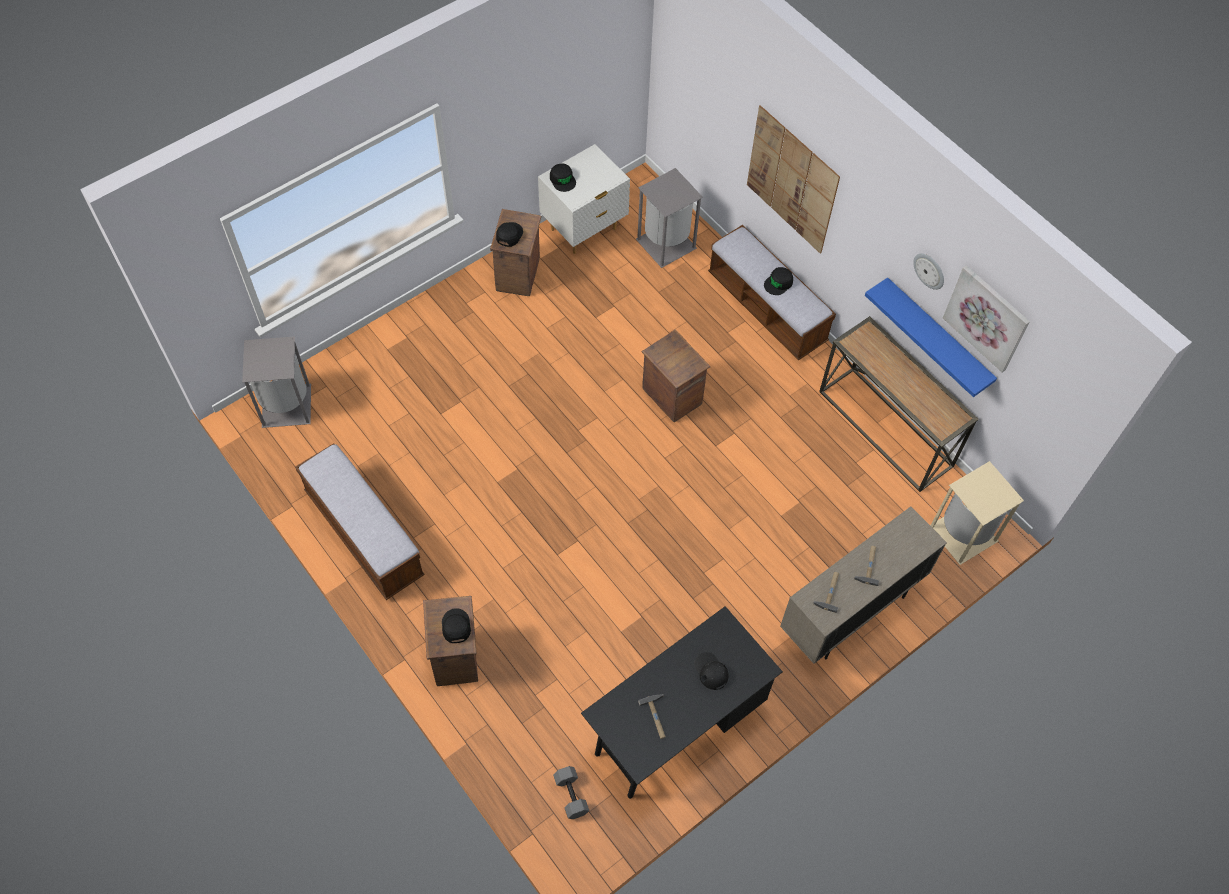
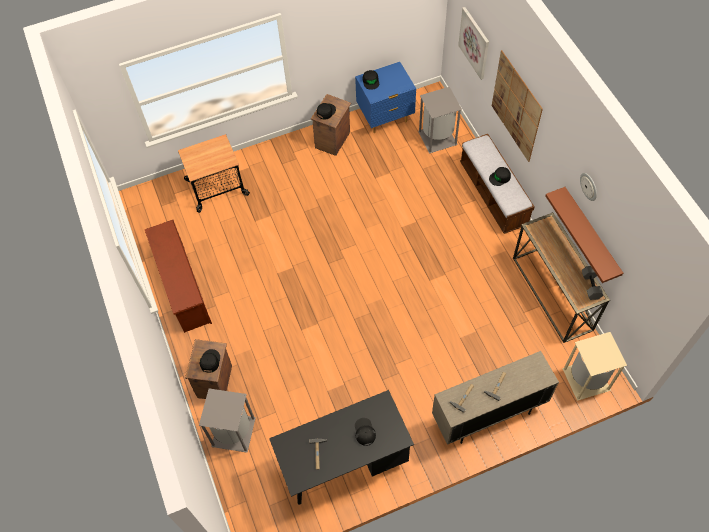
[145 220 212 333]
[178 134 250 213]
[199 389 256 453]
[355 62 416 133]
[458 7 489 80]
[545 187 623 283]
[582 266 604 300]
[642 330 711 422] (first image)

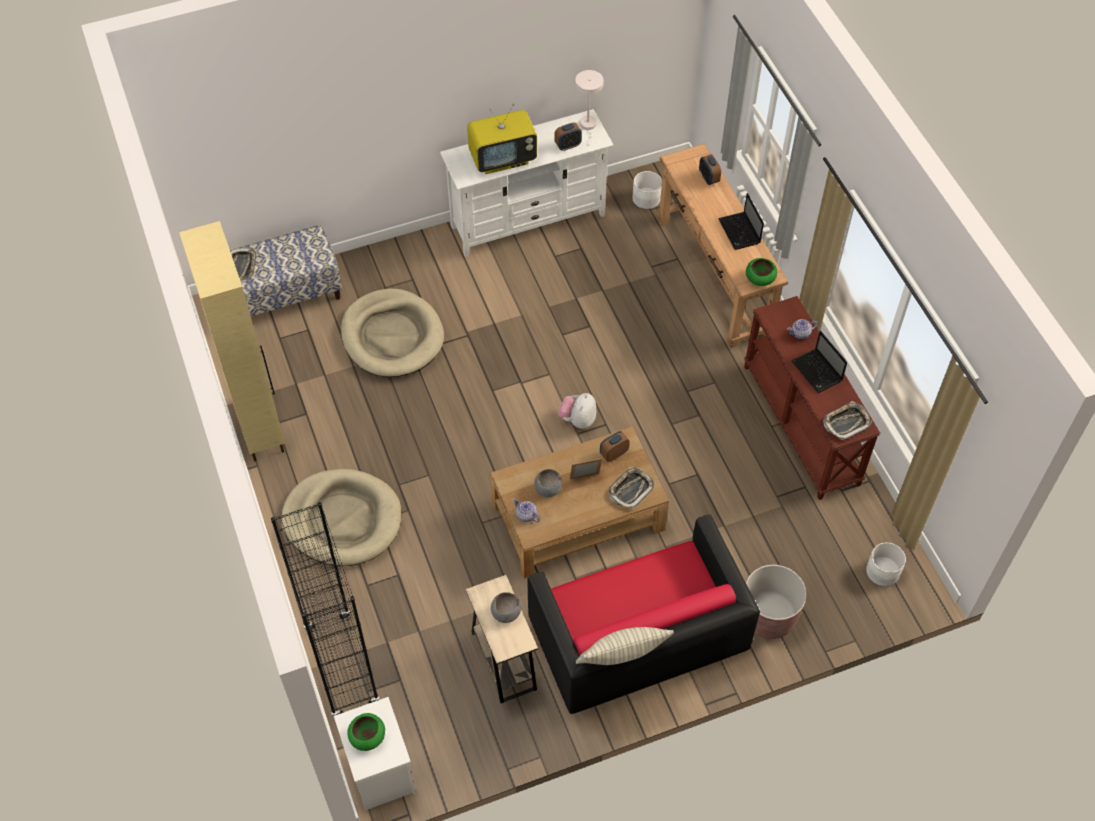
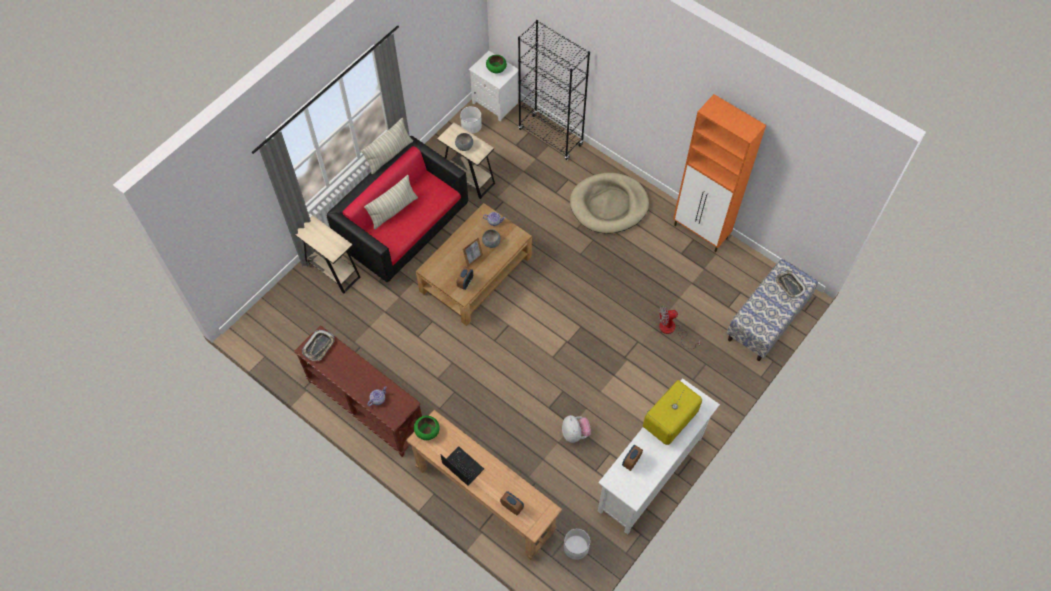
[295 215 361 294]
[364 175 418 230]
[460 106 482 134]
[562 415 591 443]
[659 306 701 349]
[673 94 766 252]
[575 70 604 145] (first image)
[609 467 654 509] (first image)
[792 331 847 393] (first image)

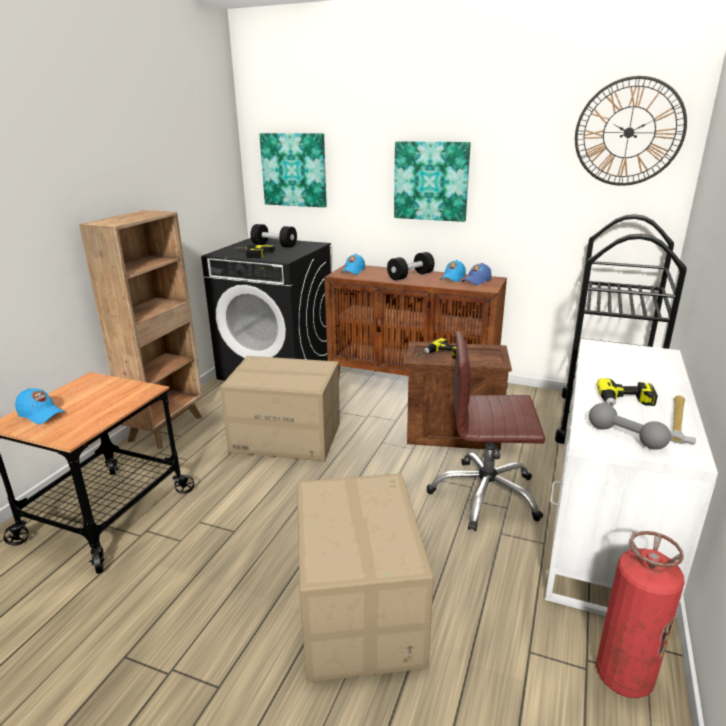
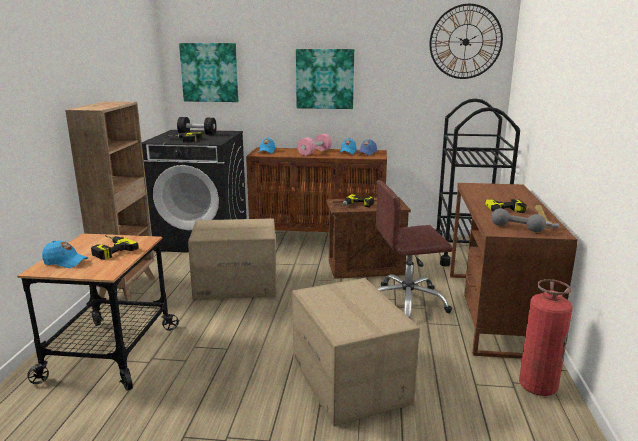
[91 235 139 260]
[297 134 332 156]
[450 183 578 359]

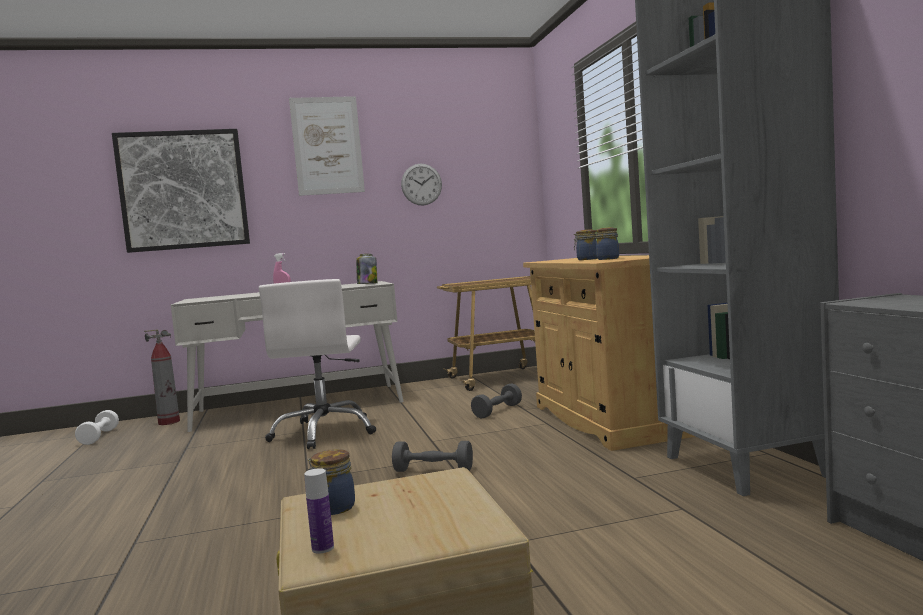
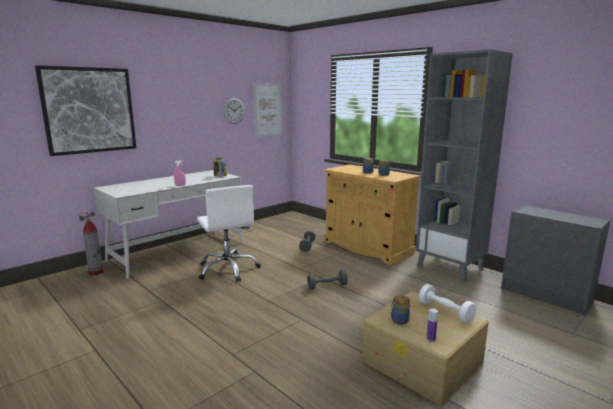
[253 83 282 137]
[419 284 476 323]
[437 276 535 391] (first image)

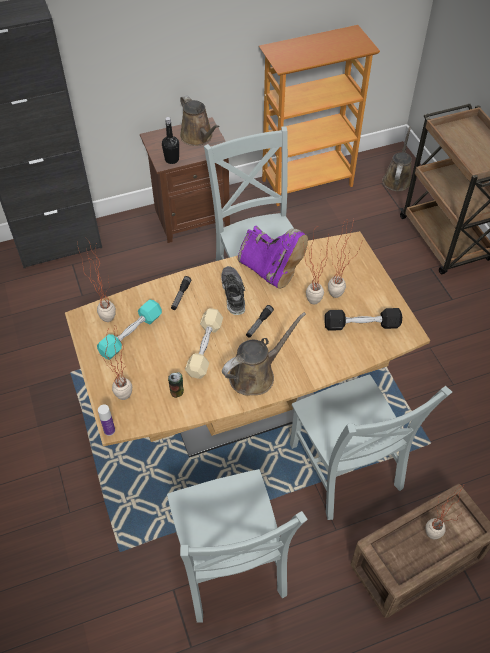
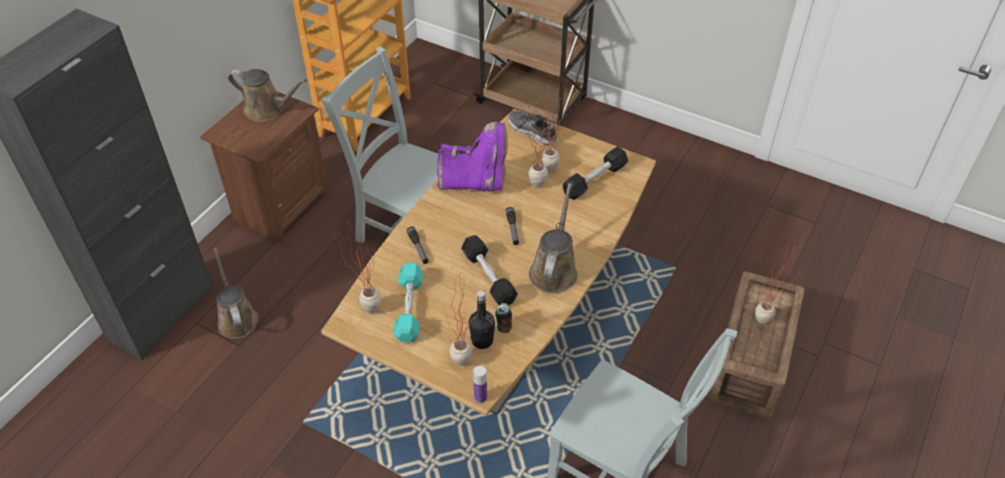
[214 248 259 339]
[461 235 518 305]
[469 290 495 349]
[508 111 558 146]
[290 374 452 520] (first image)

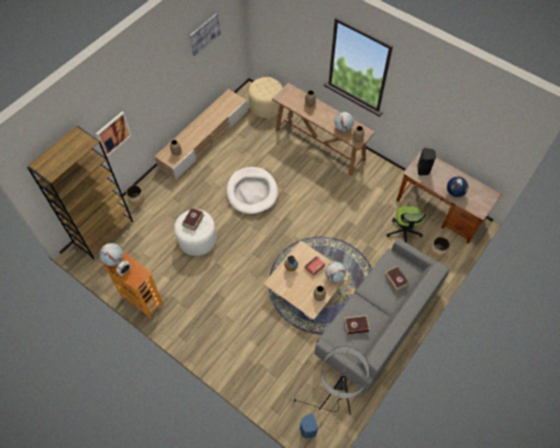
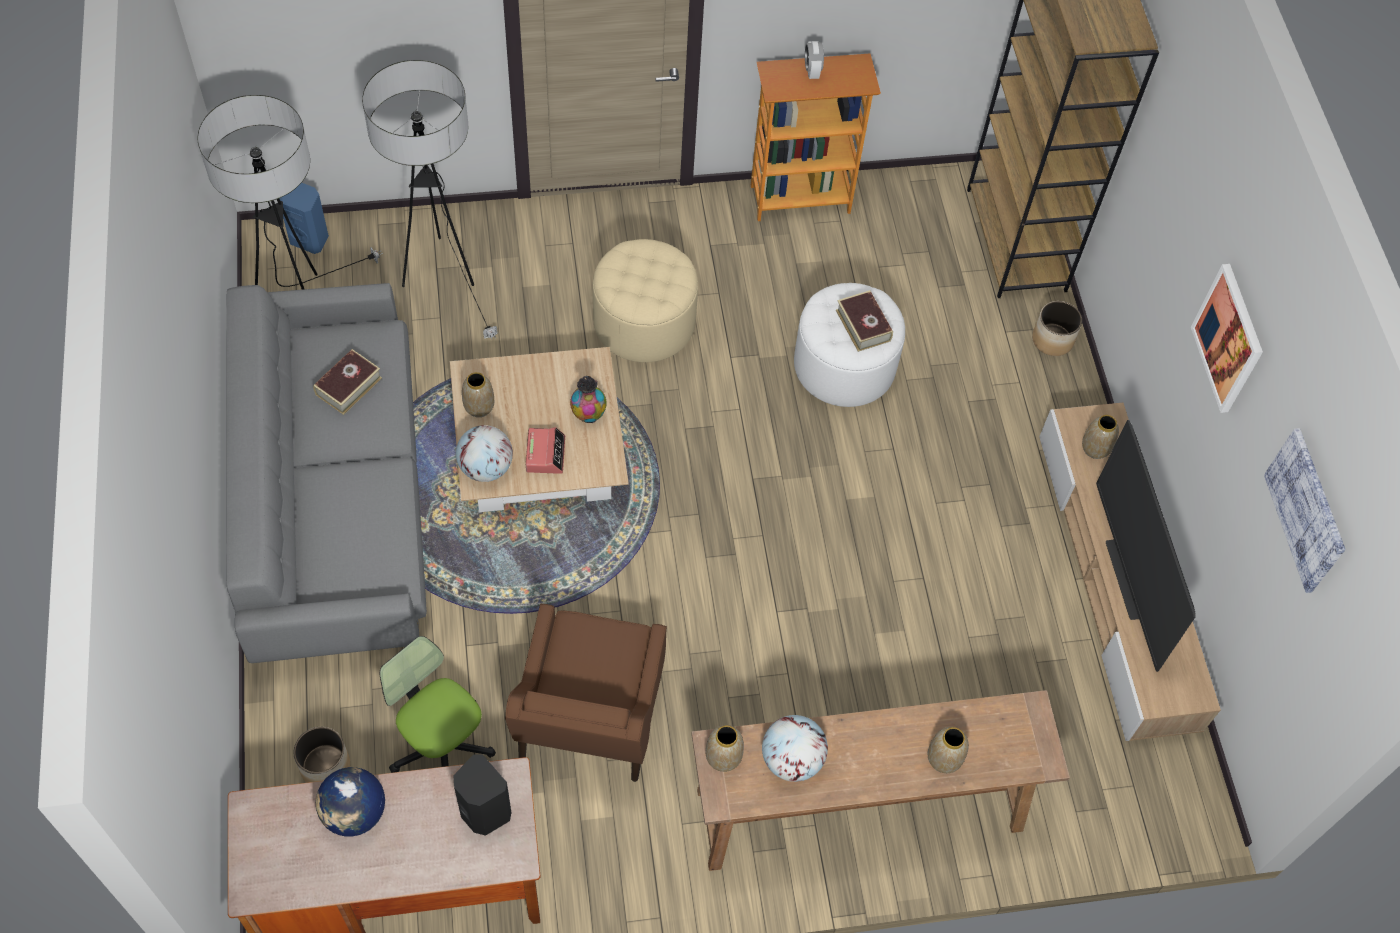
[362 60 498 339]
[505 604 667 782]
[593 239 698 362]
[1096 420 1196 672]
[1191 264 1263 413]
[99 243 123 266] (first image)
[226 167 278 214] (first image)
[384 266 409 292] (first image)

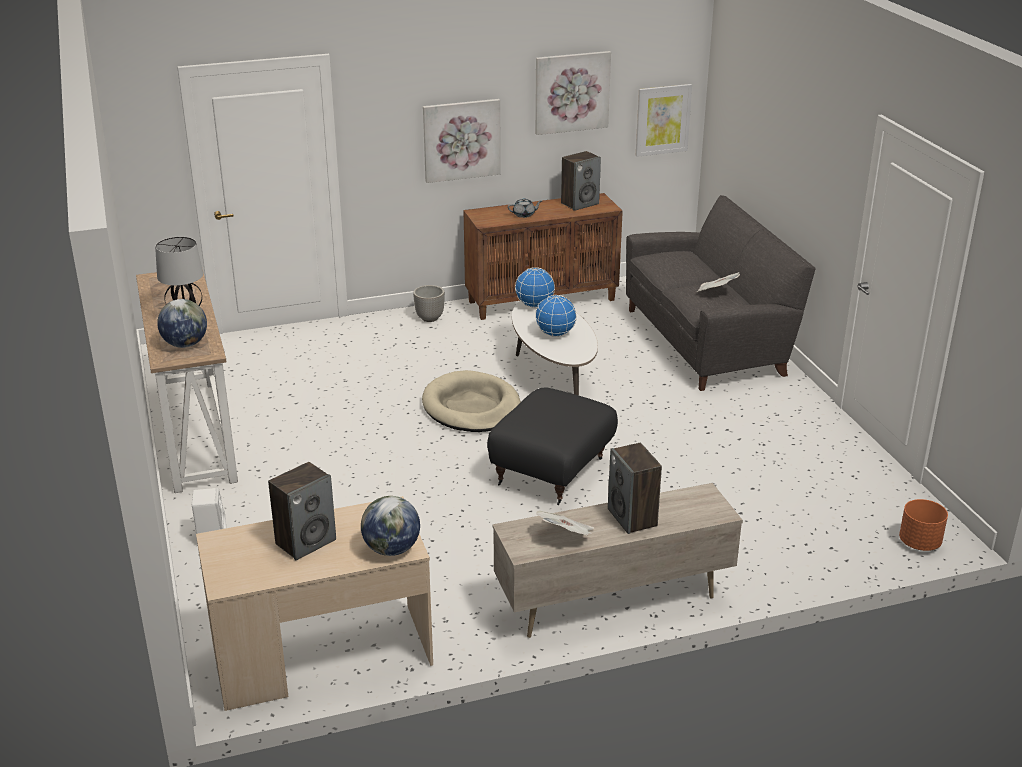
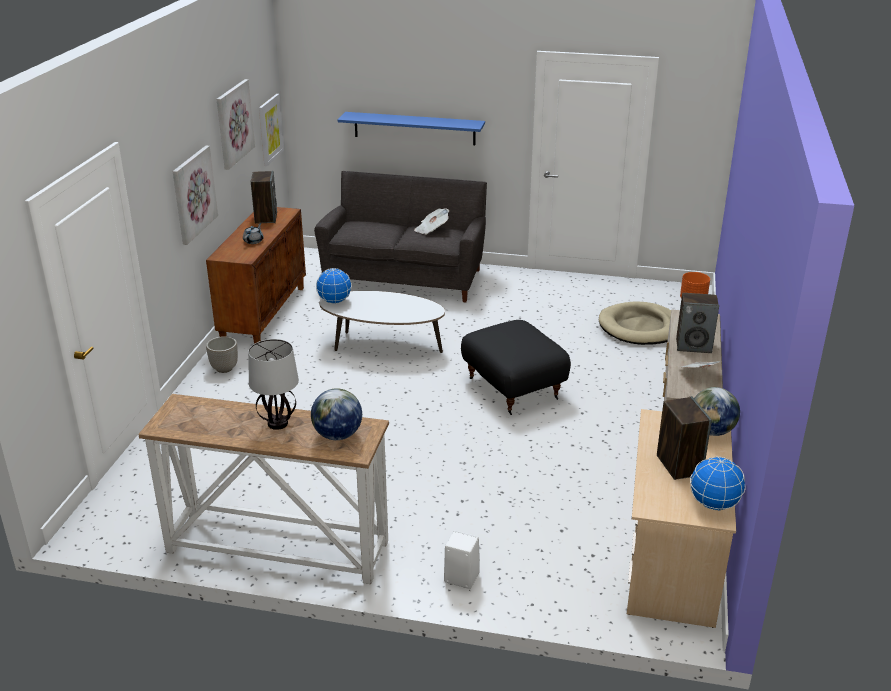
[338 112 485 145]
[599 301 671 345]
[690 456 746 511]

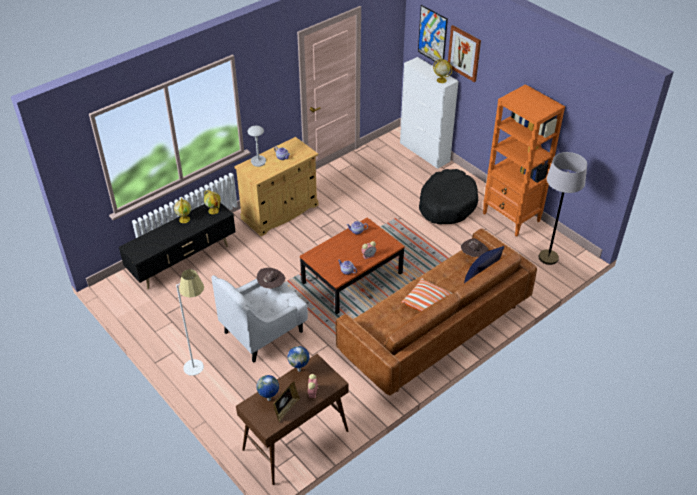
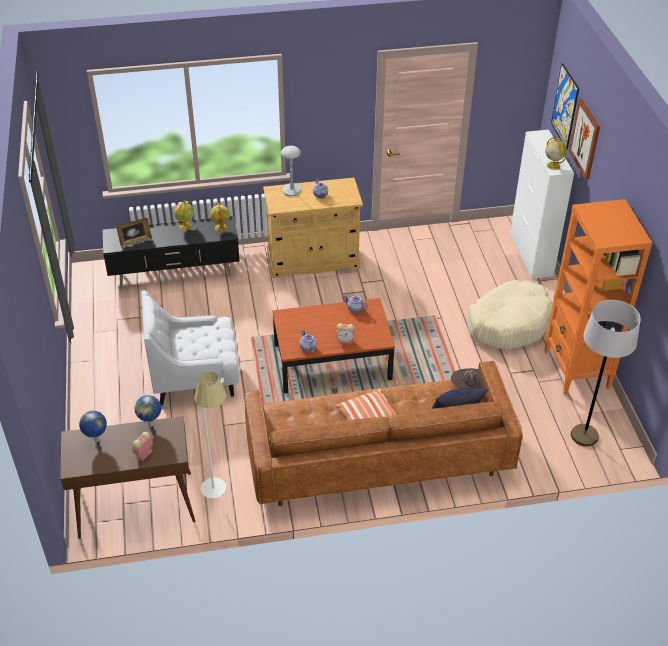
[117 218 152 247]
[194 372 227 499]
[467 280 553 349]
[257 268 285 289] (first image)

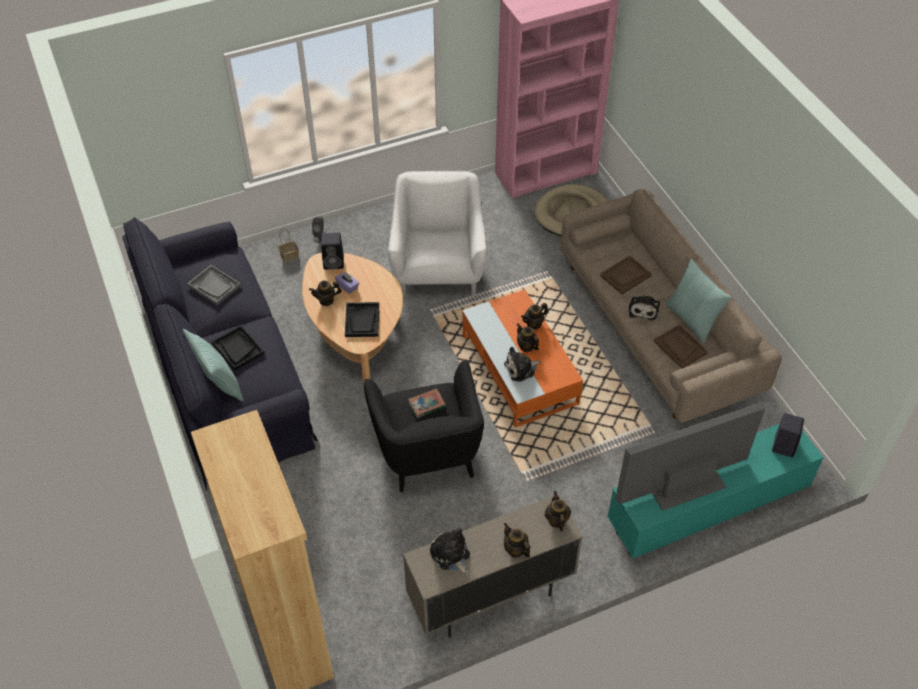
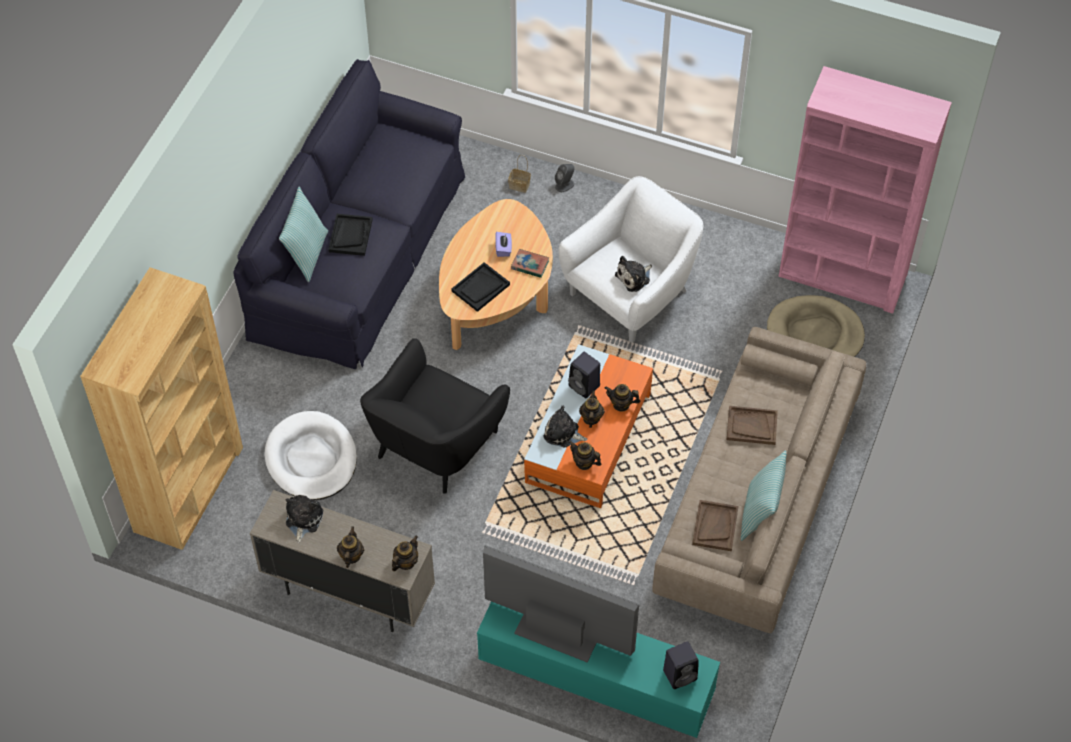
[265 411 357 500]
[511 249 549 278]
[568 352 600 398]
[569 441 602 470]
[615 256 652 292]
[187 265 241 305] (first image)

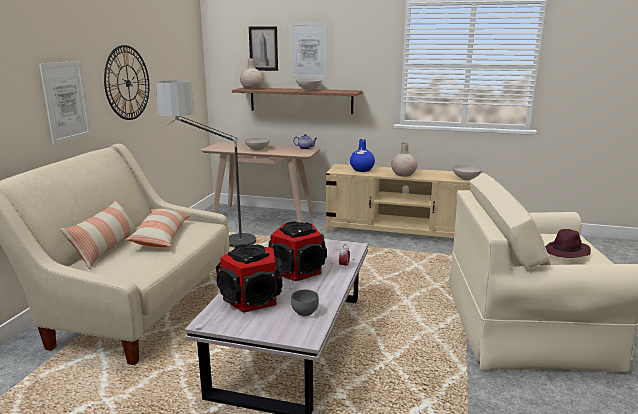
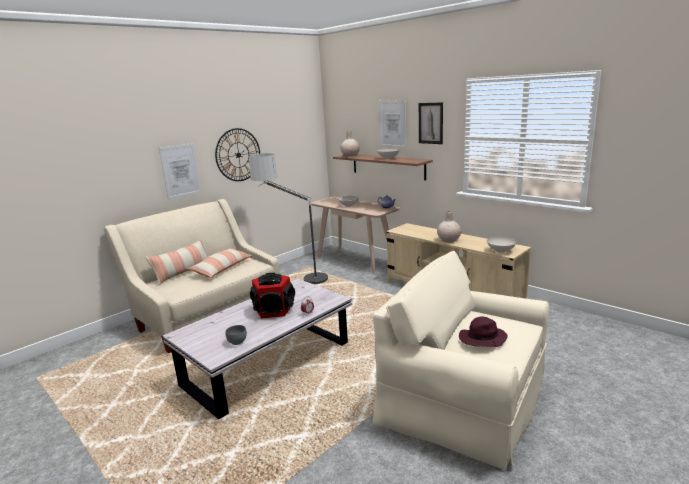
[419 102 443 144]
[217 244 282 313] (first image)
[350 139 375 172] (first image)

